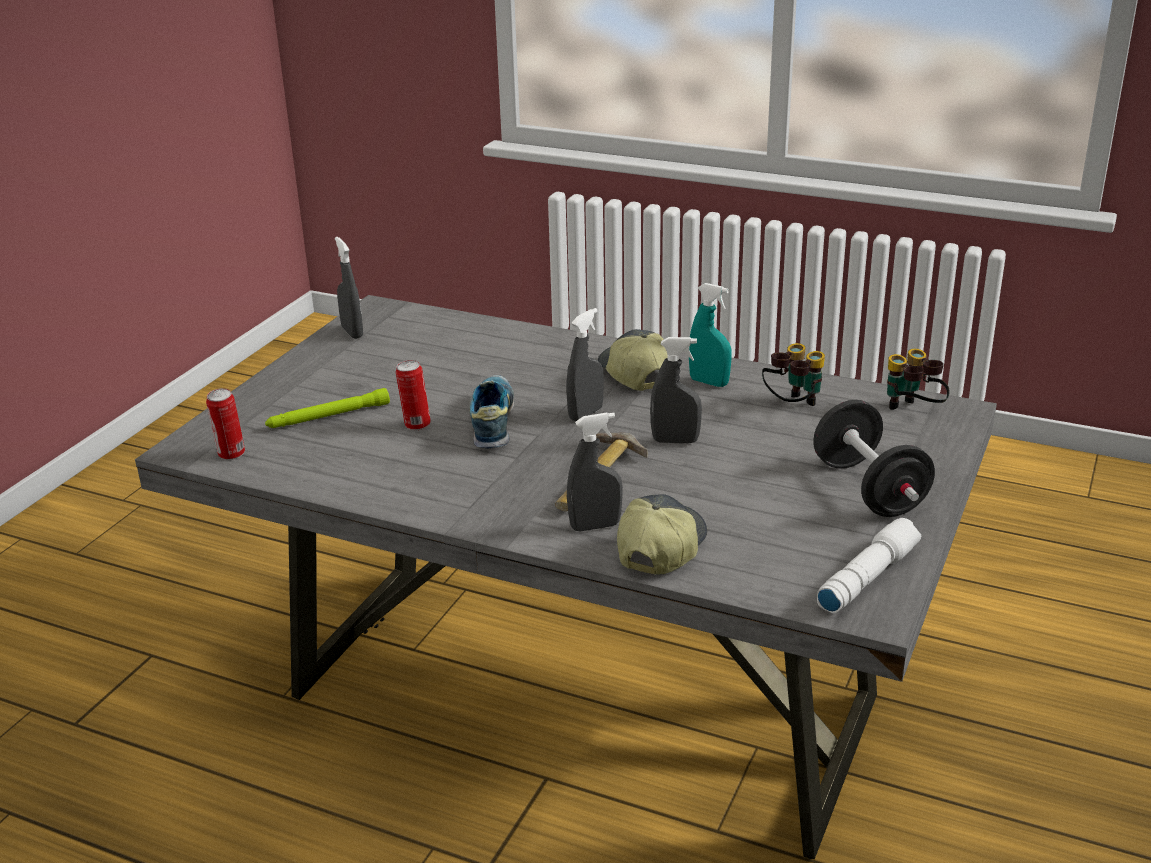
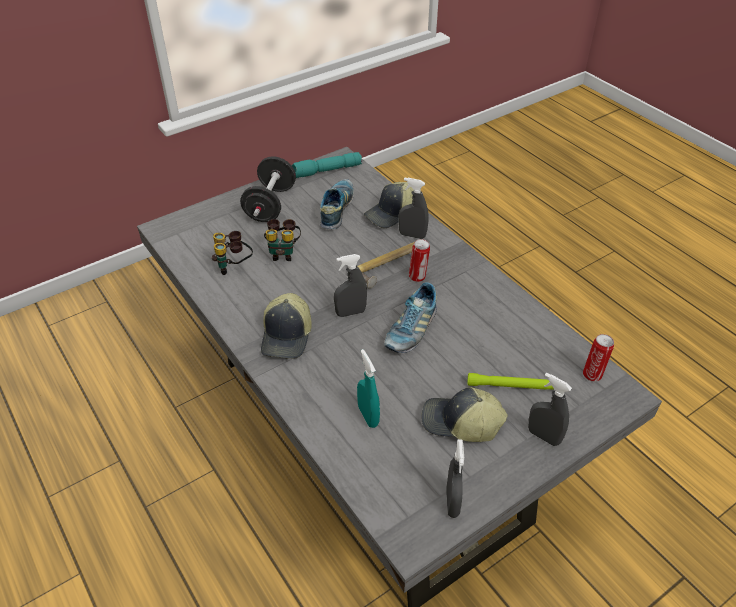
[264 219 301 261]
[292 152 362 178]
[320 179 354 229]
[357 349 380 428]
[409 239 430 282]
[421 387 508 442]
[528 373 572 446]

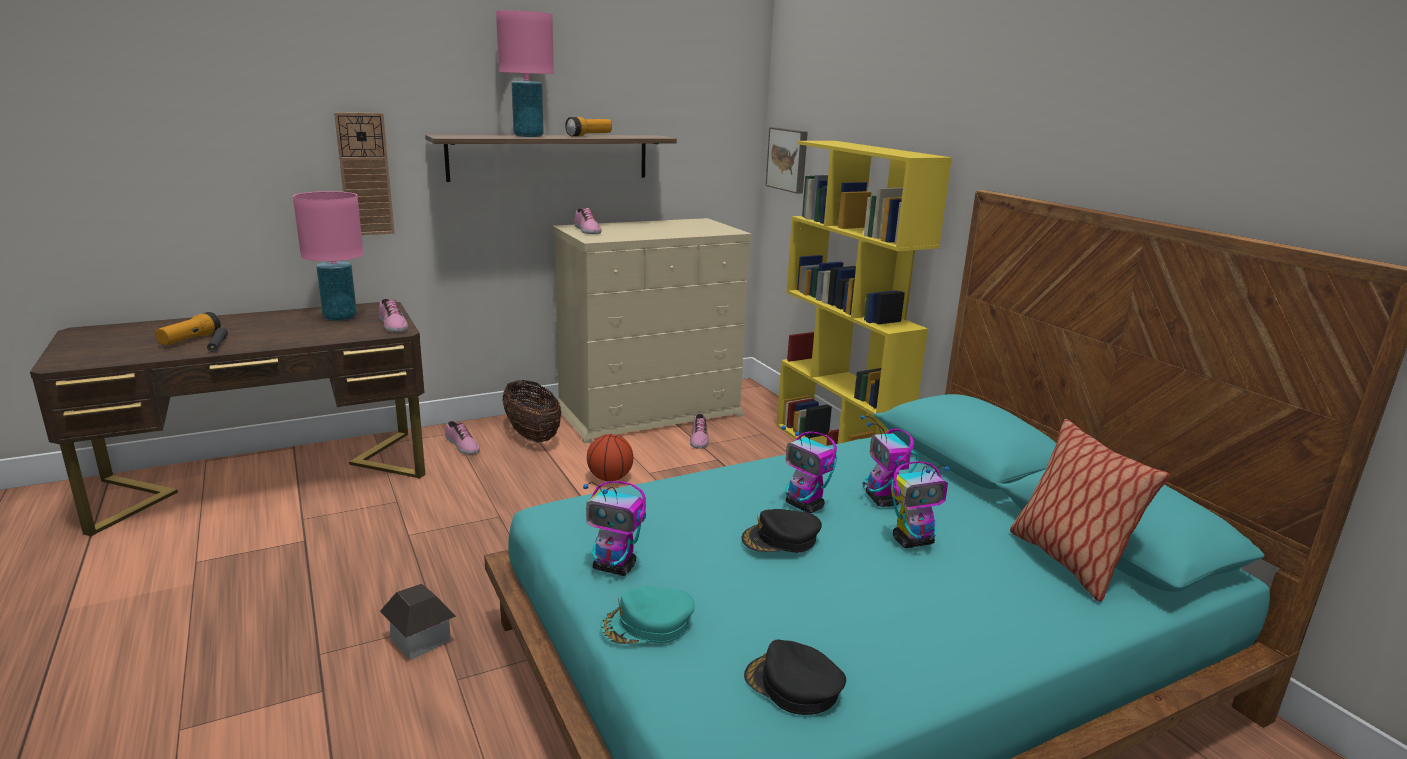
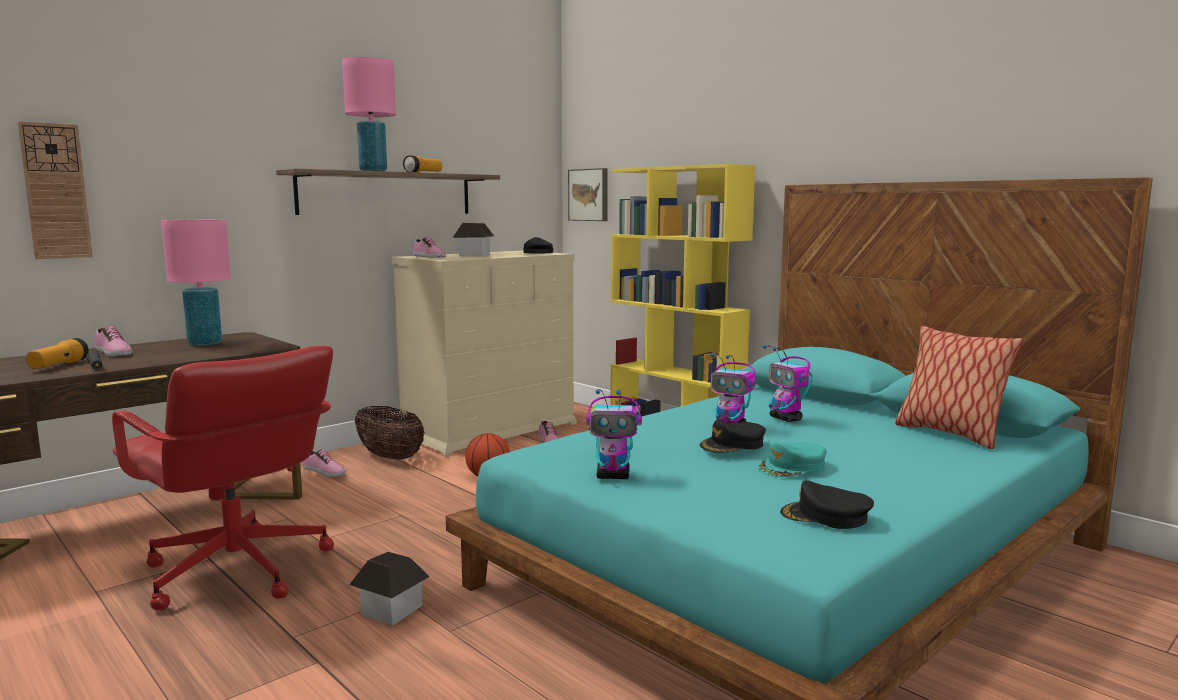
[18 121 93 259]
[94 326 133 356]
[112 346 334 610]
[452 223 494 257]
[524 237 553 254]
[757 442 827 477]
[891 461 949 548] (first image)

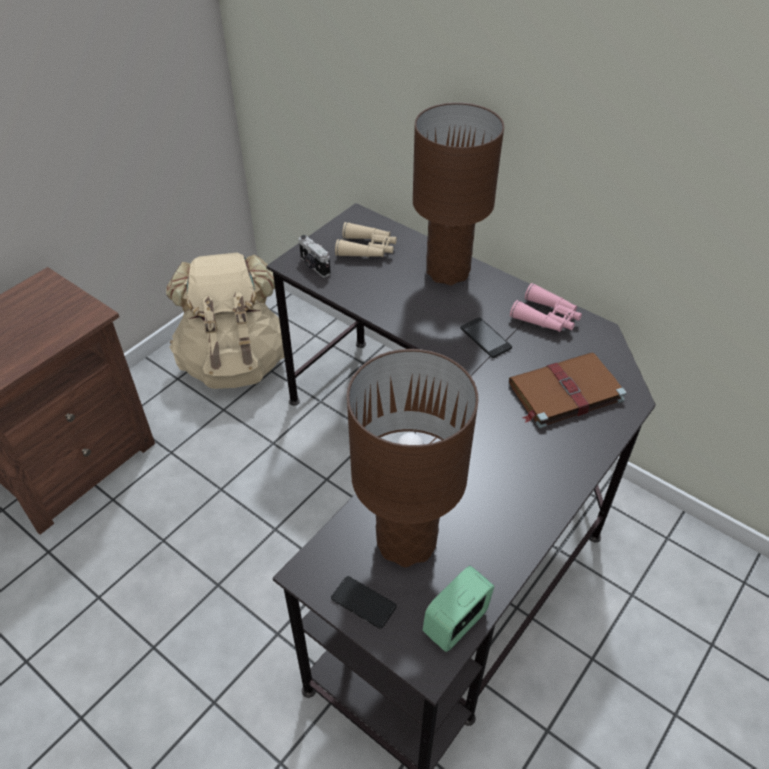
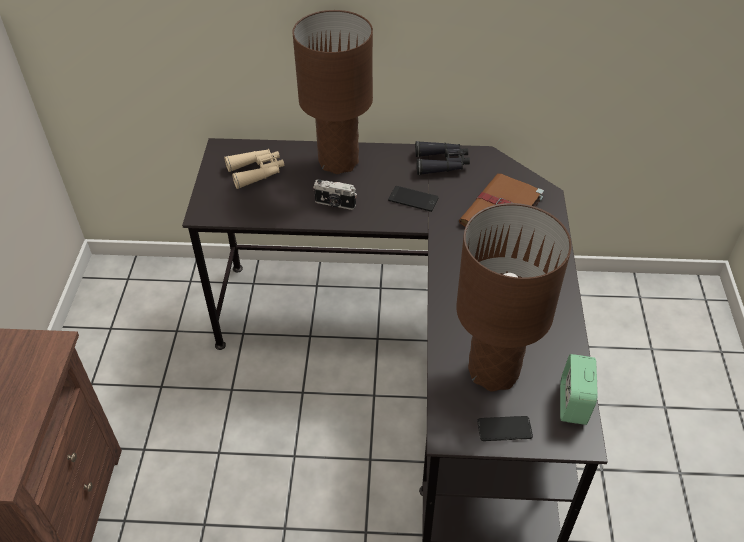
[313 179 357 210]
[415 141 470 175]
[166 253 284 389] (first image)

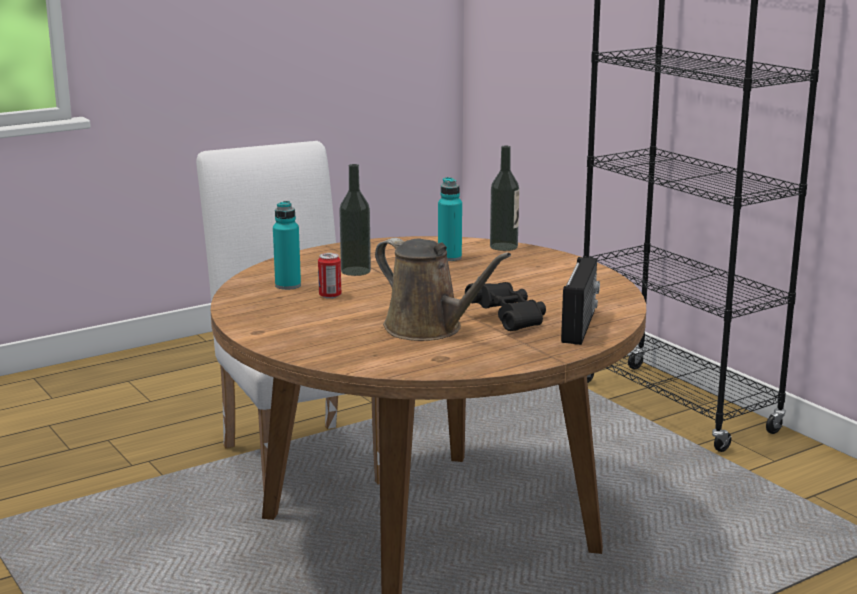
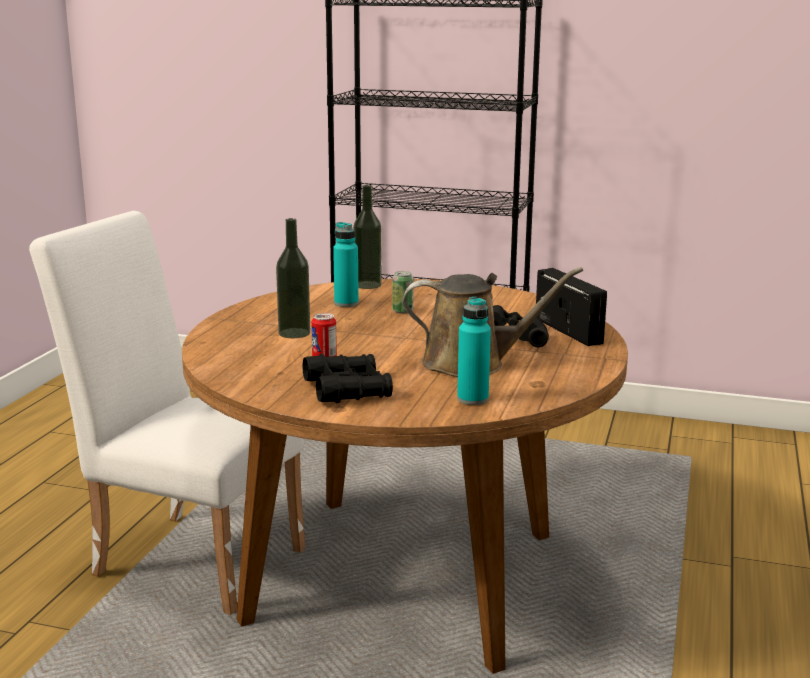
[303 354 393 403]
[393 271 414 314]
[457 297 491 405]

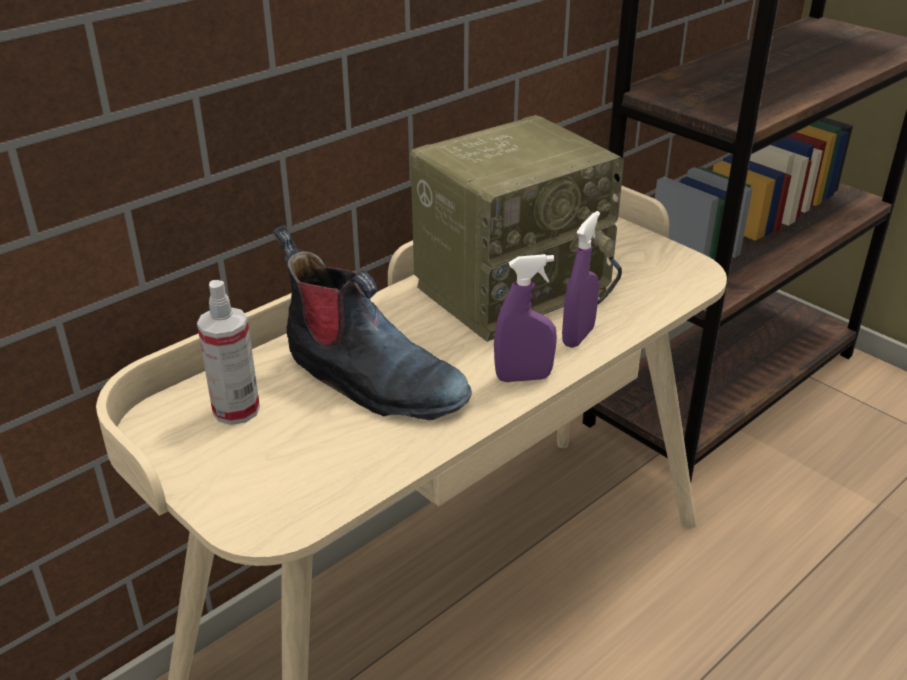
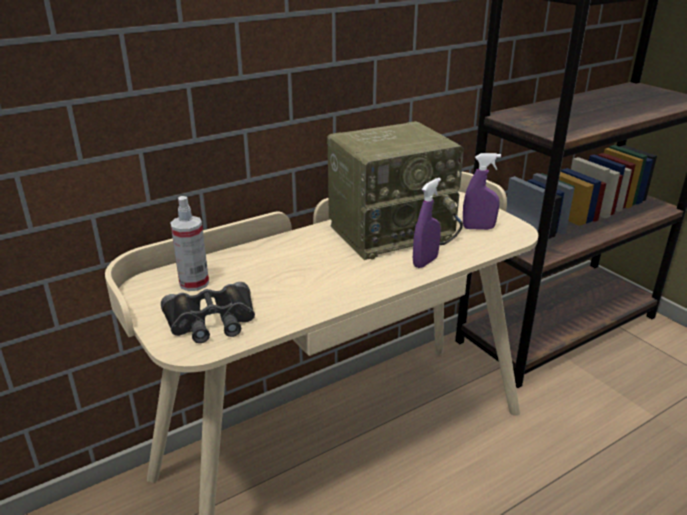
[161 282 255 343]
[463 153 501 230]
[273 225 472 420] (first image)

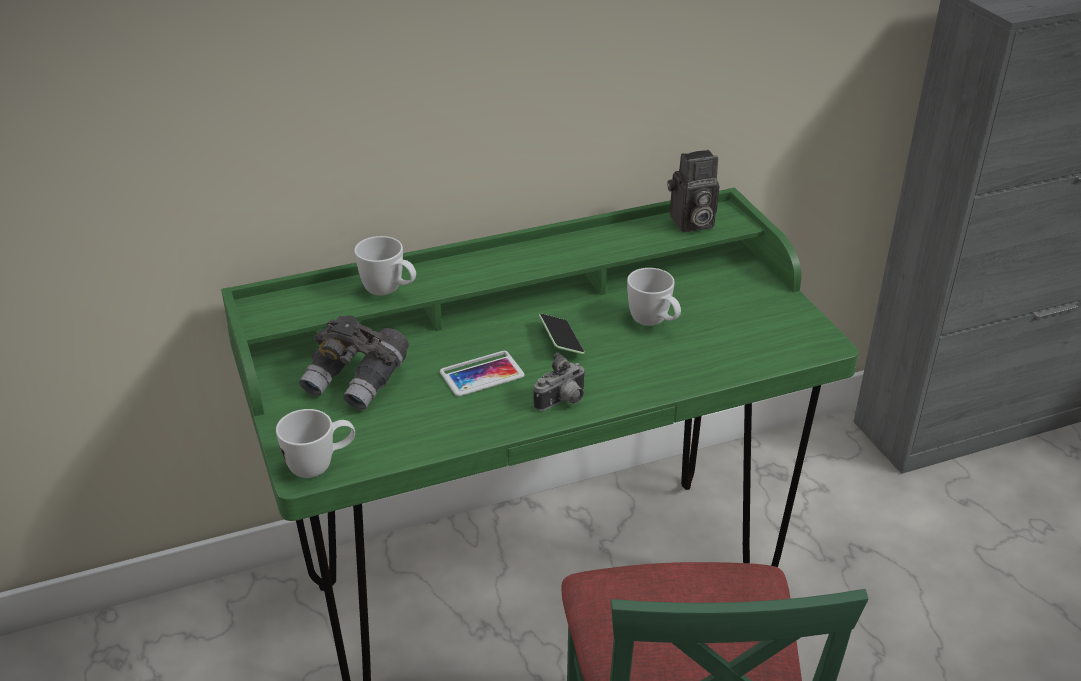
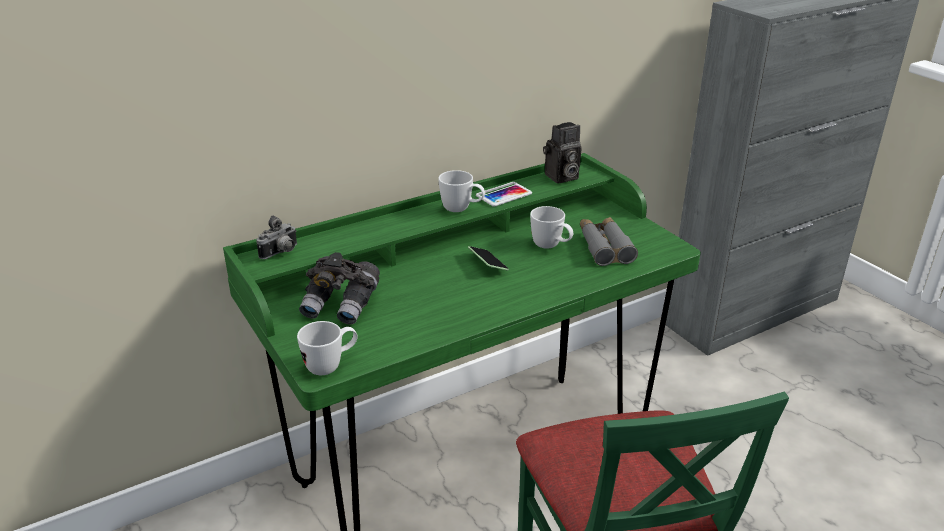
[256 215 297 259]
[438 170 485 212]
[476 182 532 207]
[580 217 638 266]

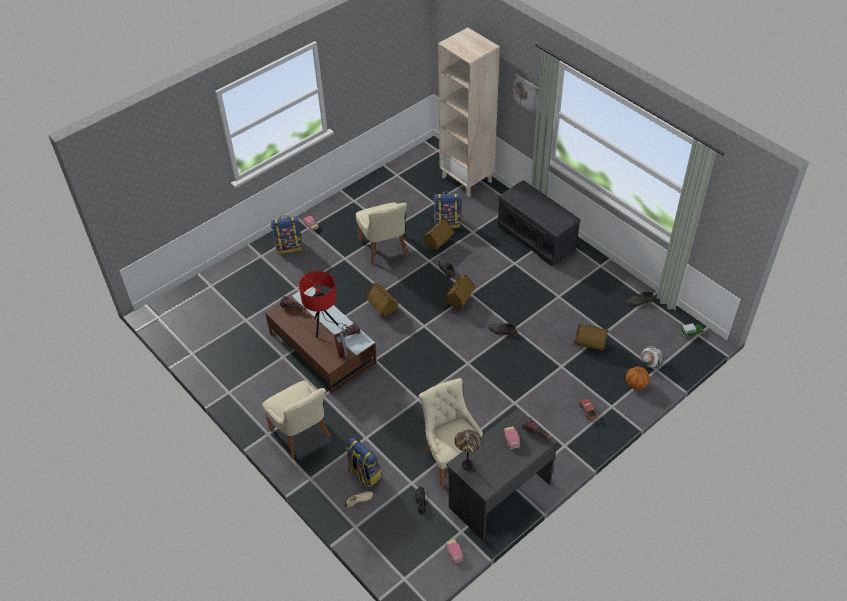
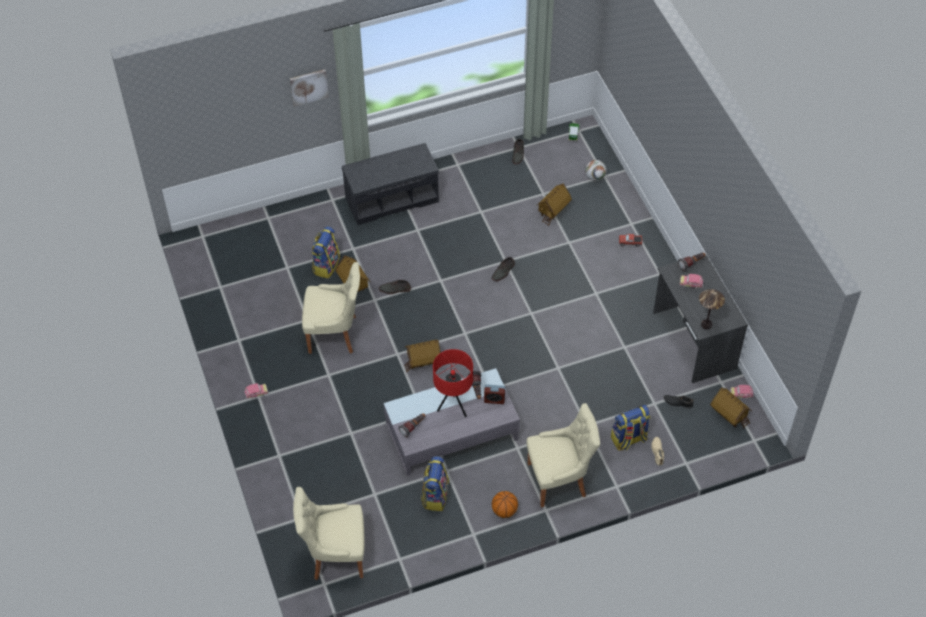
[293 487 365 580]
[384 368 520 476]
[421 456 449 511]
[492 491 518 518]
[710 388 752 428]
[438 27 500 197] (first image)

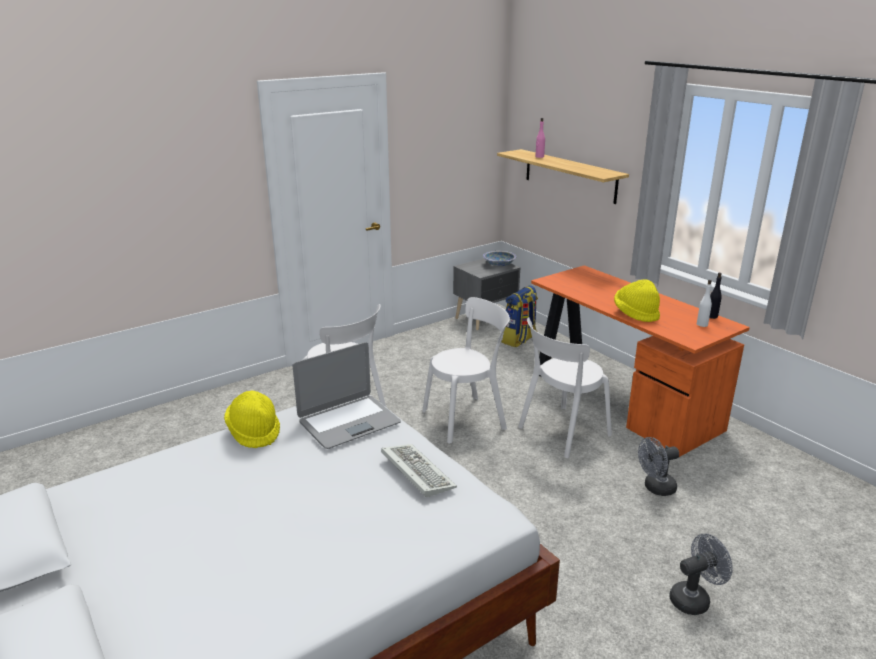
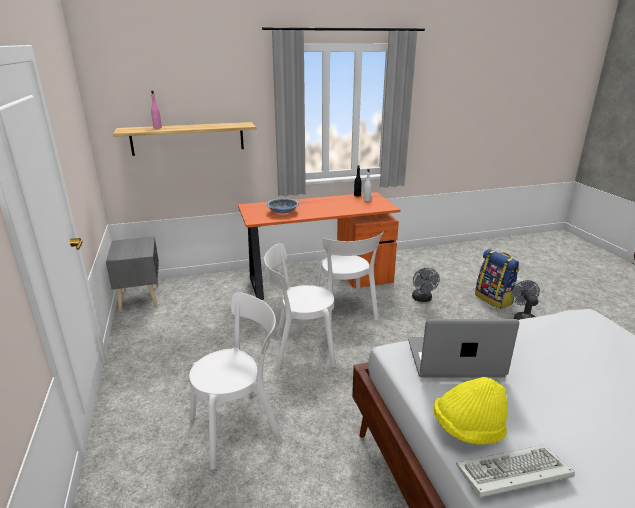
[264 243 336 370]
[266 198 299 214]
[408 319 519 377]
[456 445 575 498]
[475 249 519 309]
[614 279 660 322] (first image)

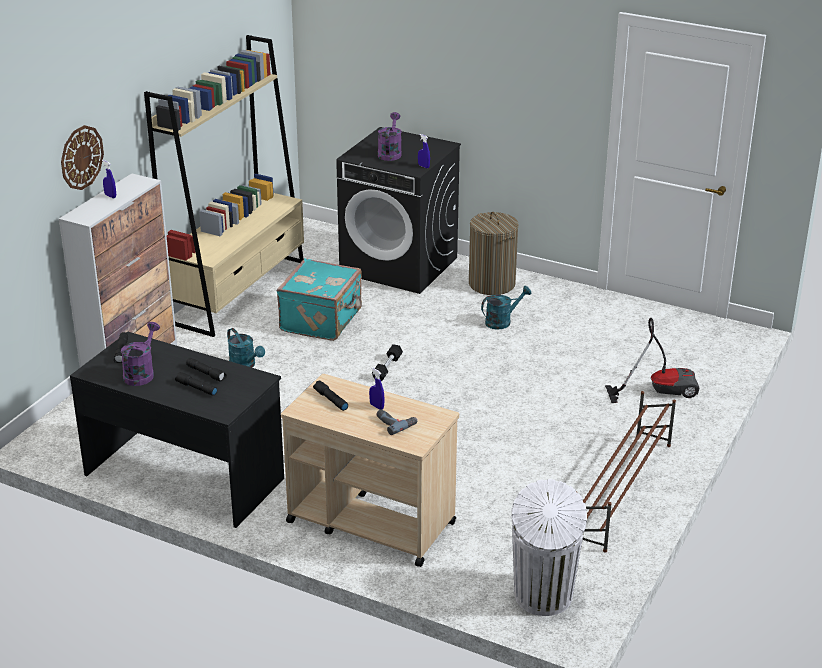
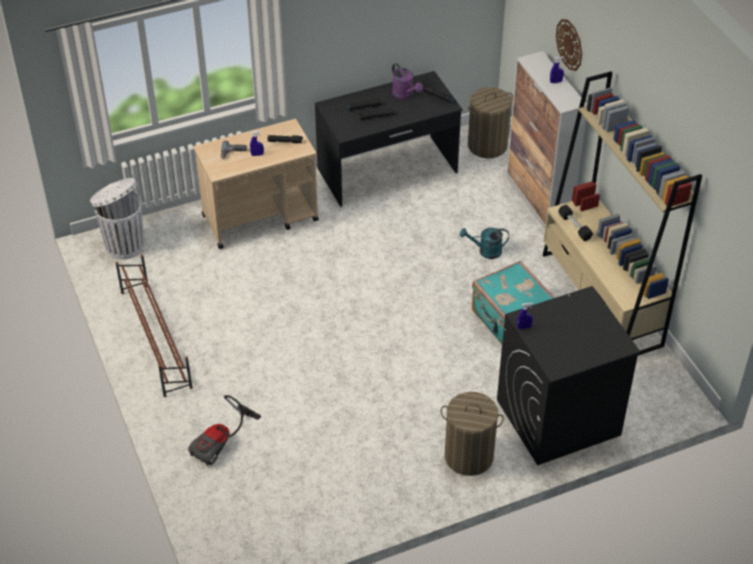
[467 87 513 158]
[558 205 593 241]
[378 112 402 161] (first image)
[481 286 532 329] (first image)

